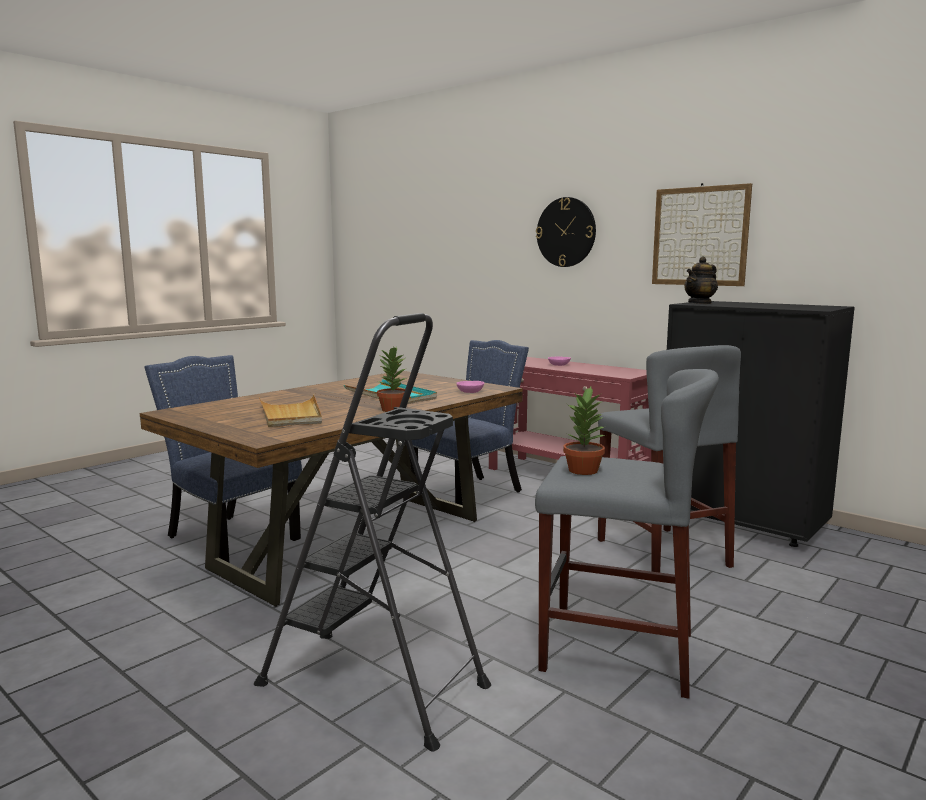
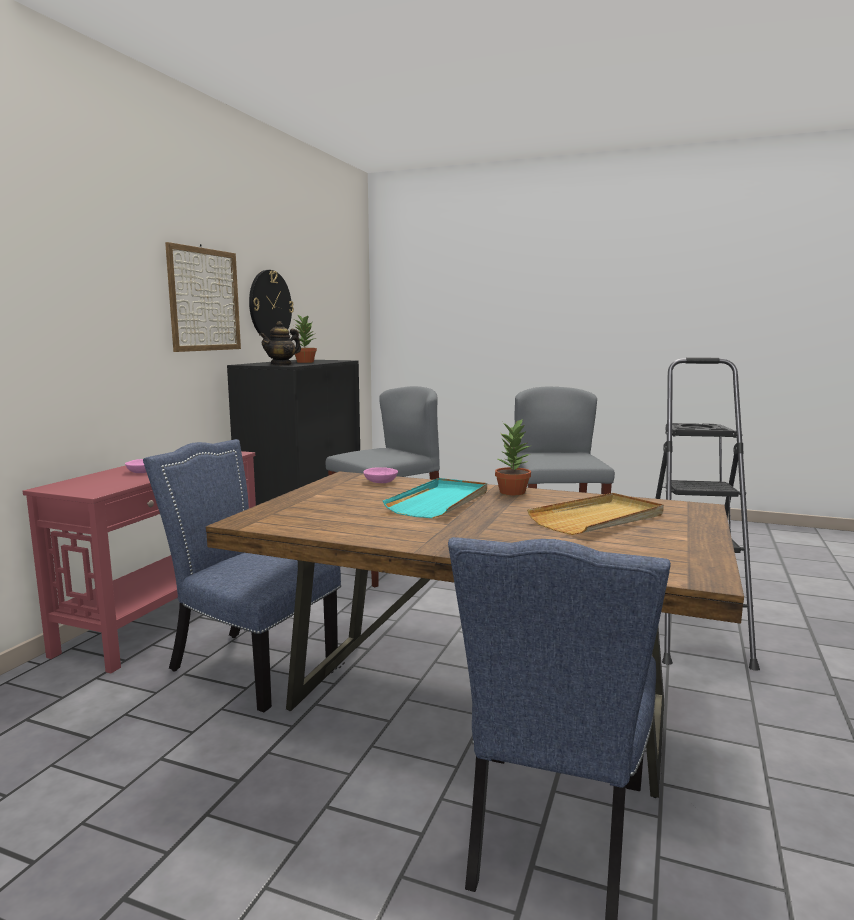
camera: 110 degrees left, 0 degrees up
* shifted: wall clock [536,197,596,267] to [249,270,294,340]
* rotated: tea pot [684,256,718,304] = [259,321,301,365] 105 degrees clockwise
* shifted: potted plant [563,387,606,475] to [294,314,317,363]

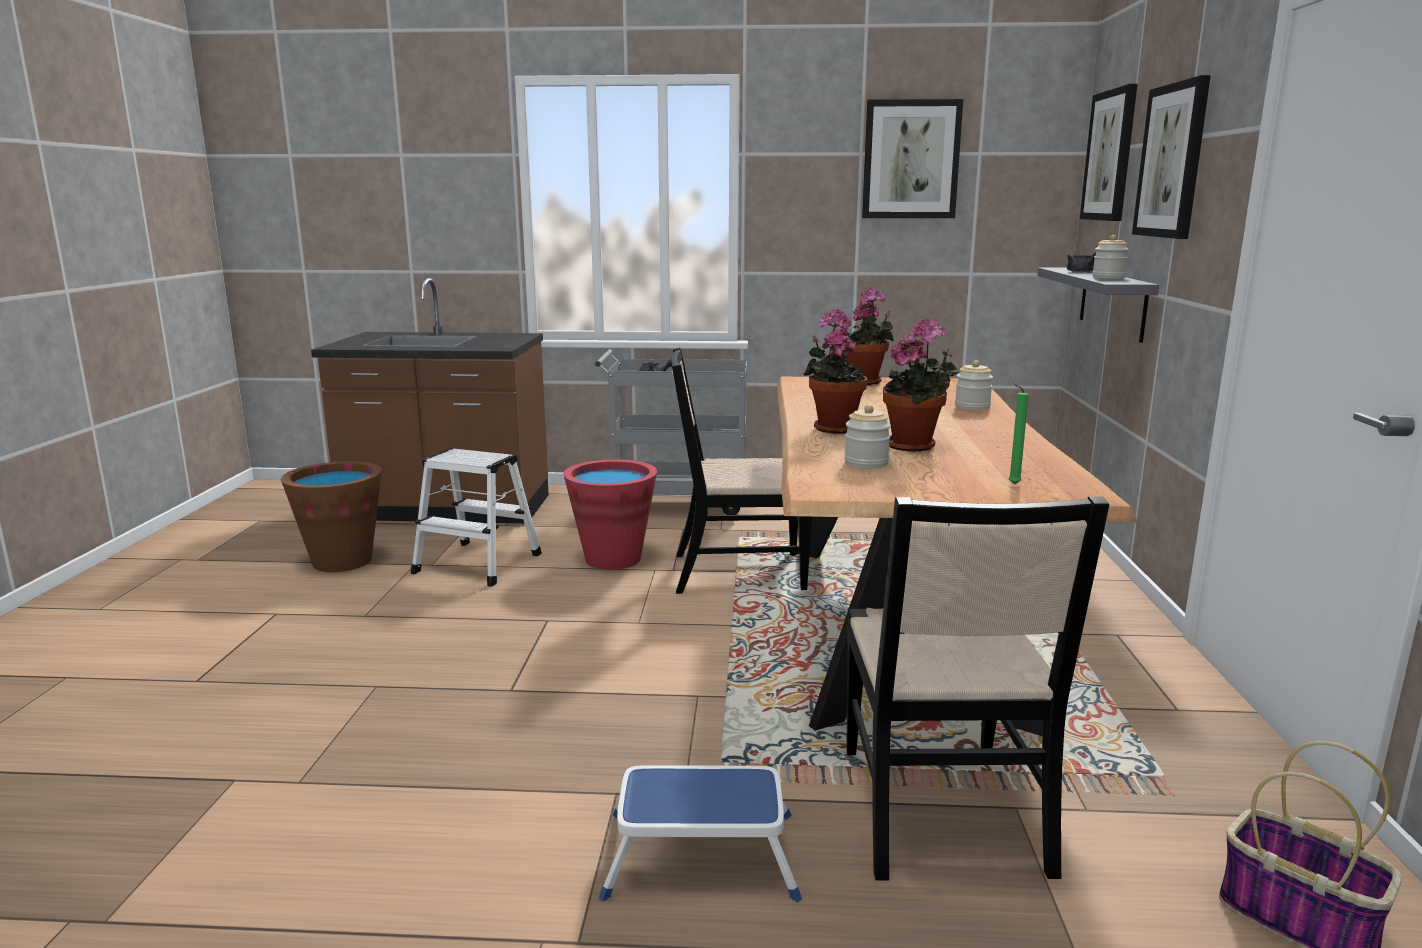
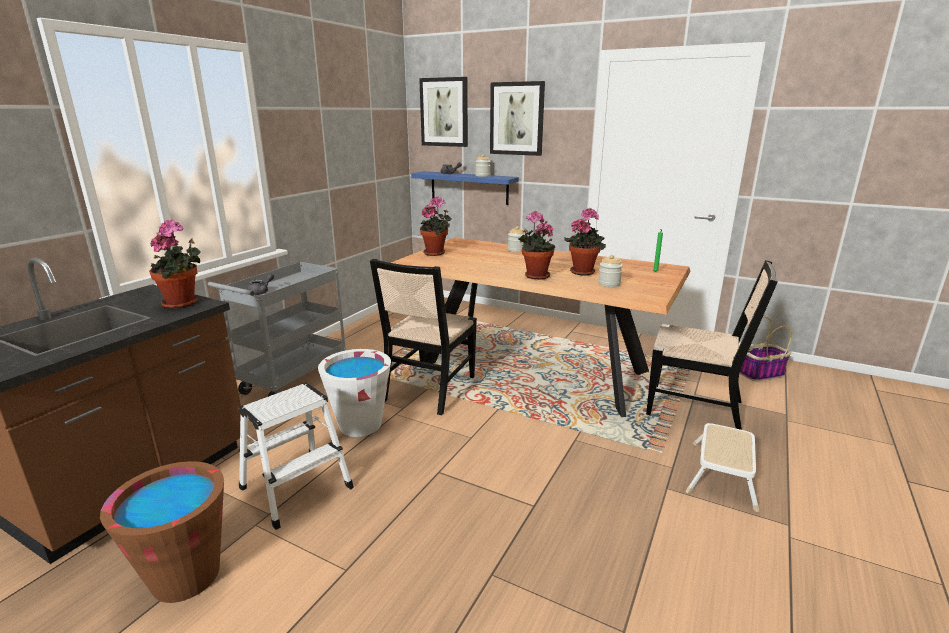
camera: 65 degrees left, 5 degrees up
* gone: picture [862,99,963,218]
* repainted: grey wall shelf [1037,268,1159,343] to bluish wall shelf [411,171,519,205]
* repainted: reddish water bucket [563,459,657,570] to white water bucket [318,349,391,437]
* repainted: bluish step ladder [599,765,802,902] to beige-coloured step ladder [685,423,759,512]
* new: potted plant [149,219,200,309]

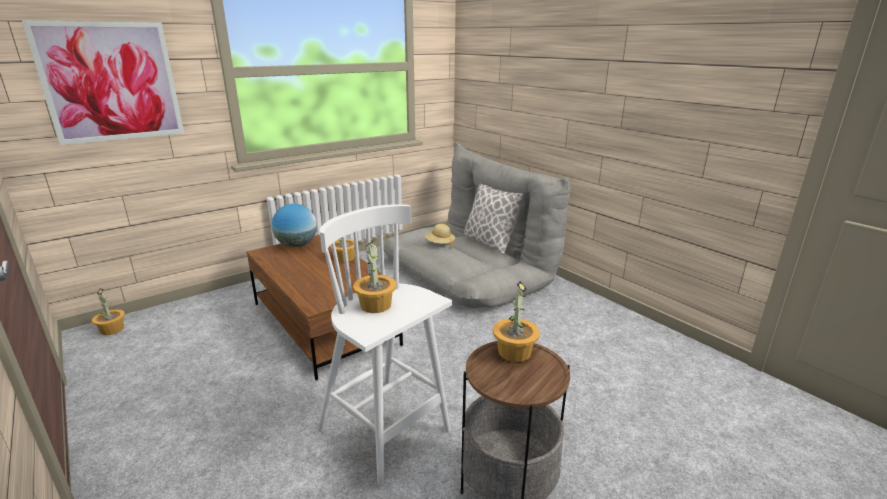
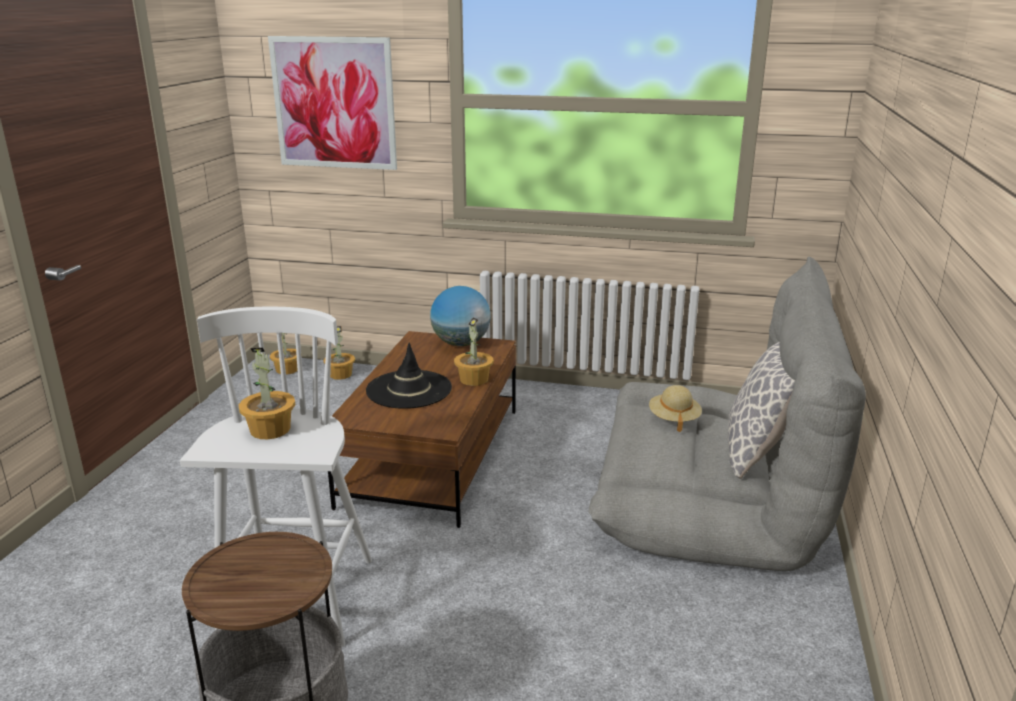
camera: 50 degrees right, 0 degrees up
* shifted: potted plant [493,281,540,362] to [323,326,355,380]
* new: black-coloured clothing hat [366,343,452,409]

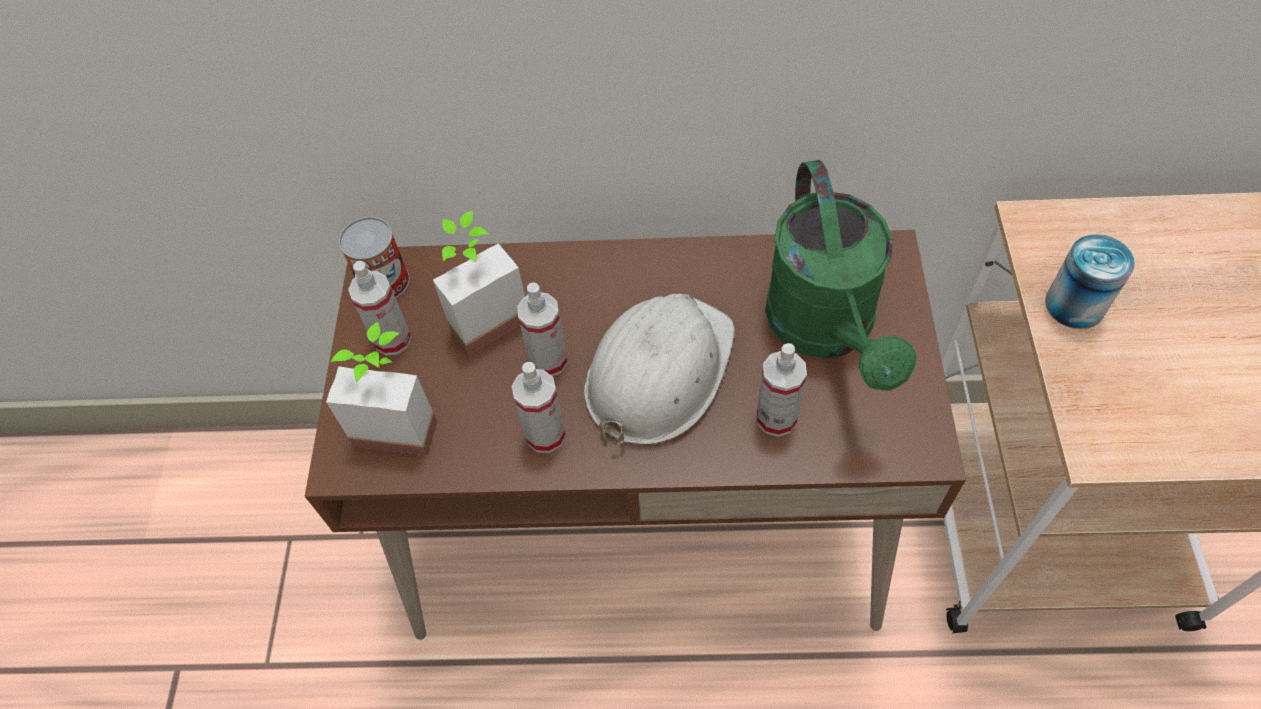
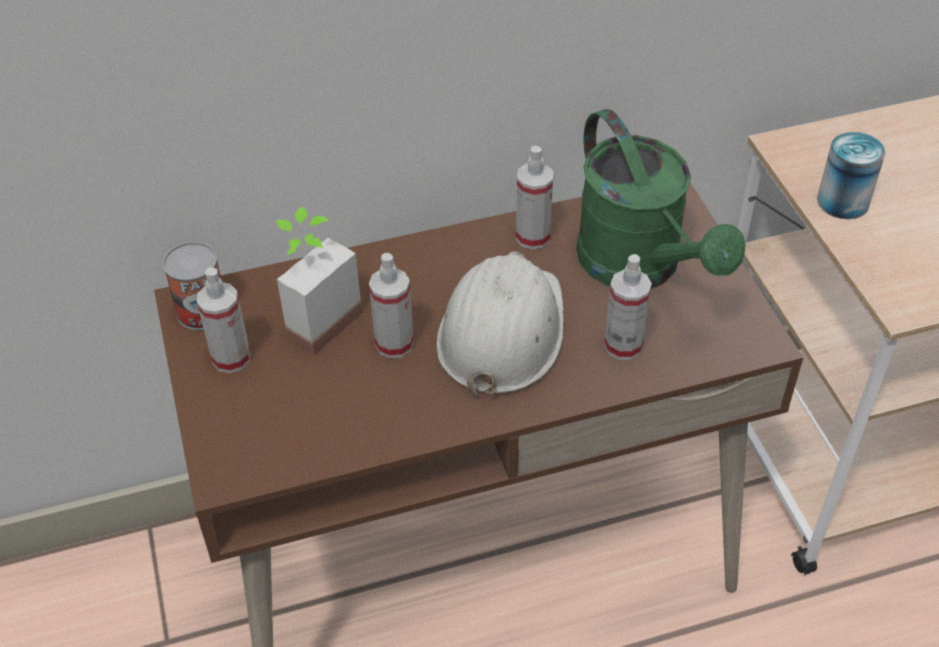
camera: 20 degrees left, 10 degrees down
* gone: potted plant [326,322,437,455]
* shifted: sprayer [512,362,566,453] to [516,146,554,249]

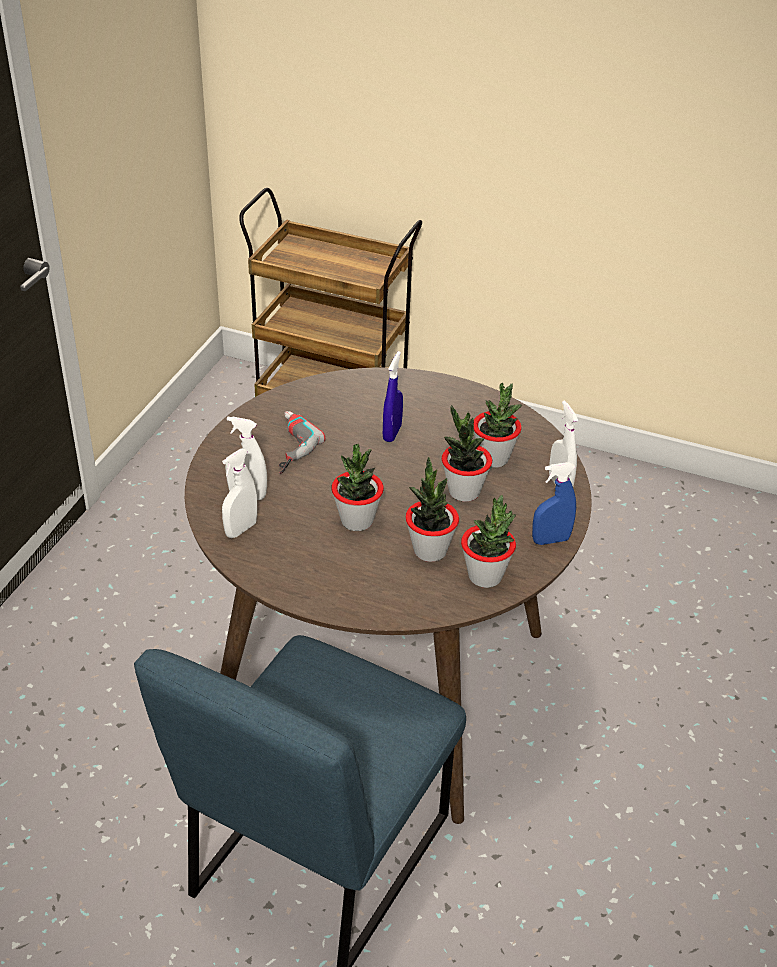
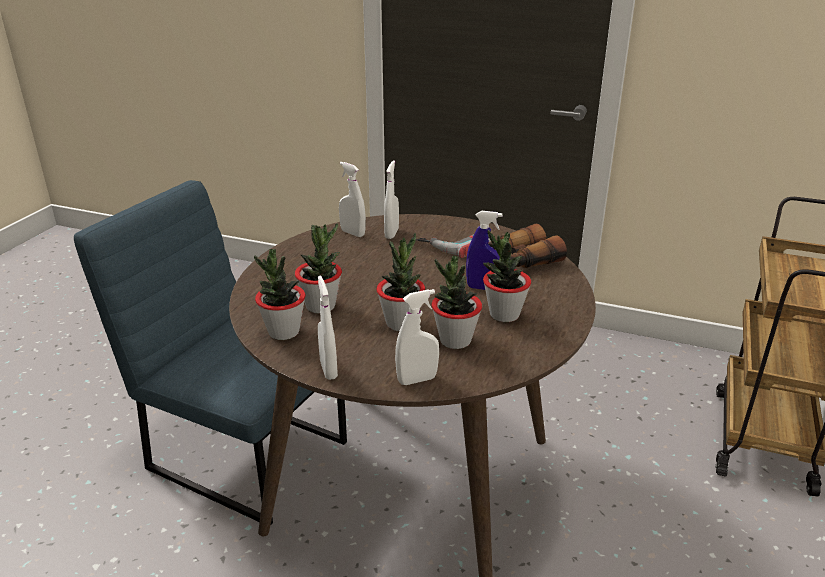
camera: 90 degrees right, 10 degrees down
* shifted: potted plant [331,444,384,531] to [483,230,531,322]
* repainted: bluish sprayer [532,462,576,545] to white sprayer [318,276,338,380]
* new: field glasses [489,224,567,268]

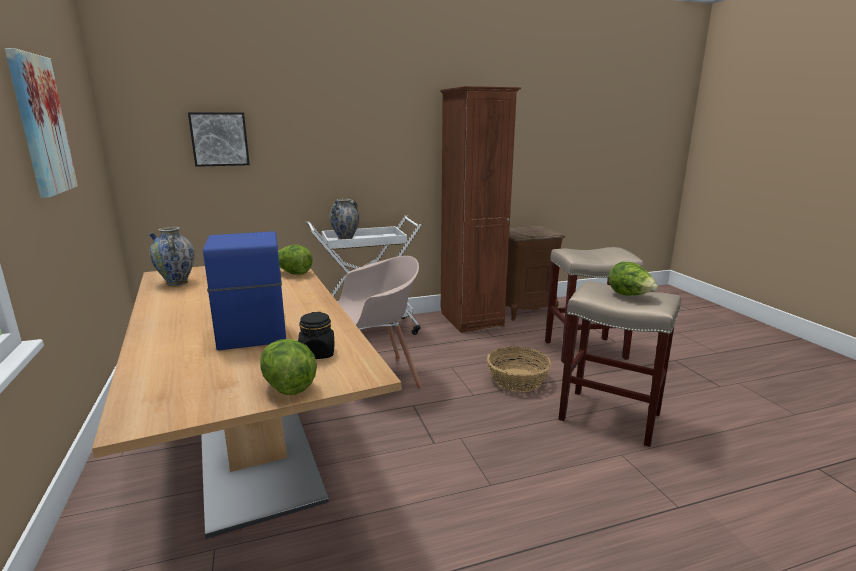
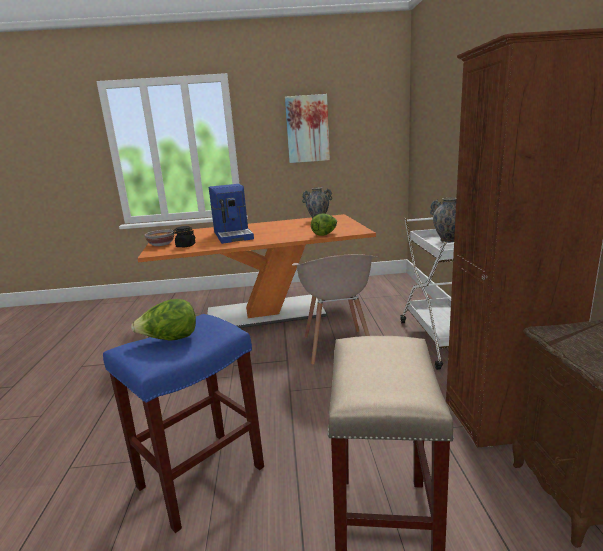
camera: 105 degrees right, 0 degrees up
* gone: picture [188,112,250,167]
* rotated: coffee maker [203,231,286,350] = [209,184,254,244] 75 degrees clockwise
* repainted: beige-coloured dining table [92,266,401,539] to orange-coloured dining table [137,214,376,328]
* repainted: beige-coloured stool [559,281,681,447] to bluish stool [103,314,264,533]
* swapped: lettuce [260,339,317,395] to serving bowl [145,230,174,246]
* gone: storage basket [487,346,551,392]

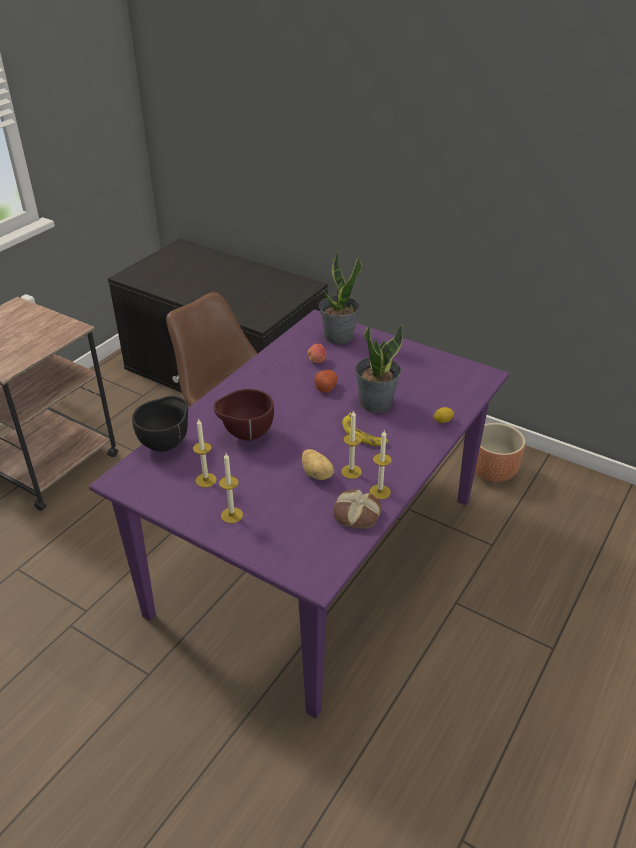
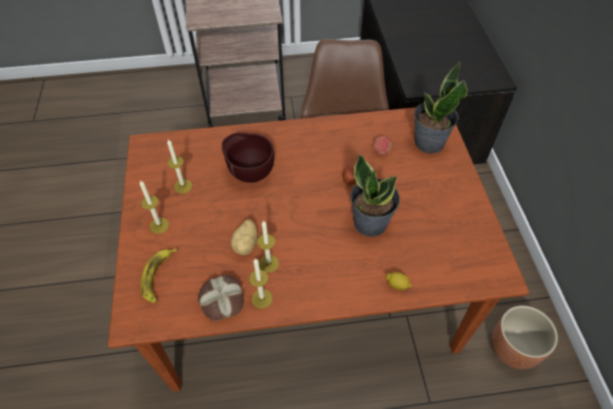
camera: 50 degrees right, 15 degrees up
* repainted: purplish dining table [89,309,509,718] to brown-coloured dining table [108,107,529,392]
* gone: black-coloured serving bowl [132,396,188,452]
* shifted: banana [342,413,388,446] to [141,249,177,303]

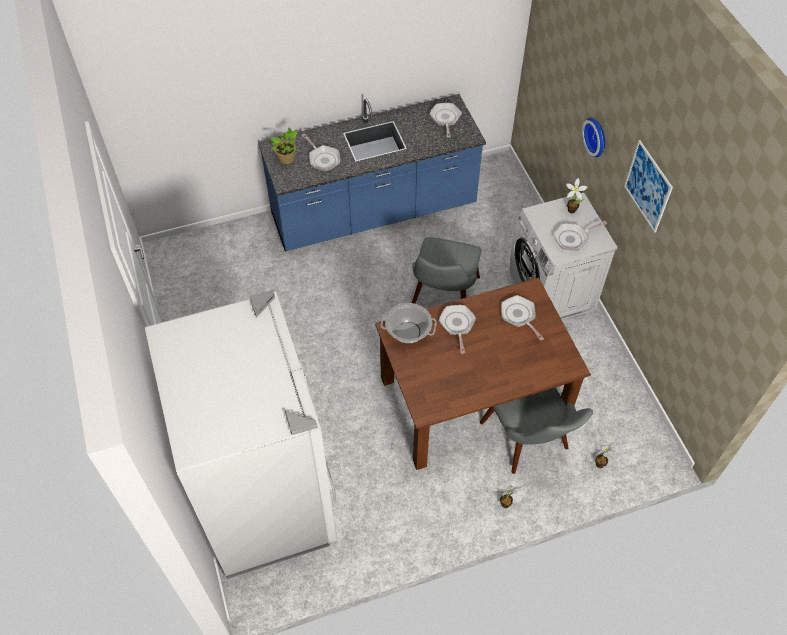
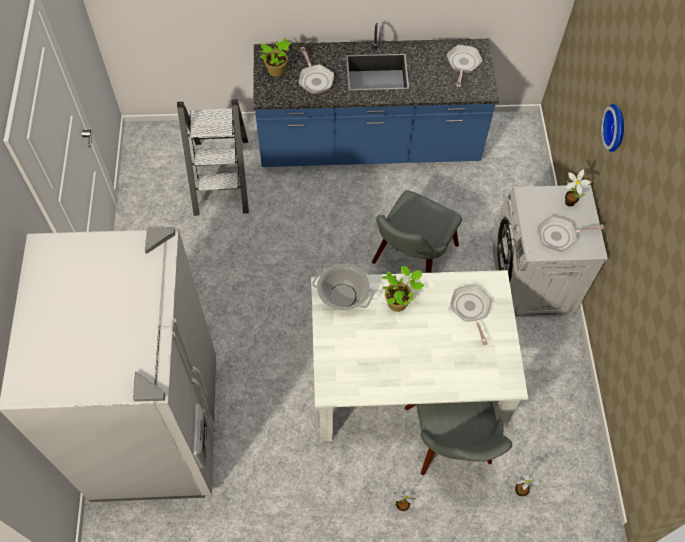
camera: 15 degrees right, 5 degrees up
* gone: picture [624,140,673,233]
* repainted: brown-coloured dining table [375,277,591,470] to white dining table [311,270,528,441]
* swapped: pan [439,305,476,354] to potted plant [382,266,424,312]
* new: grey step ladder [177,100,249,216]

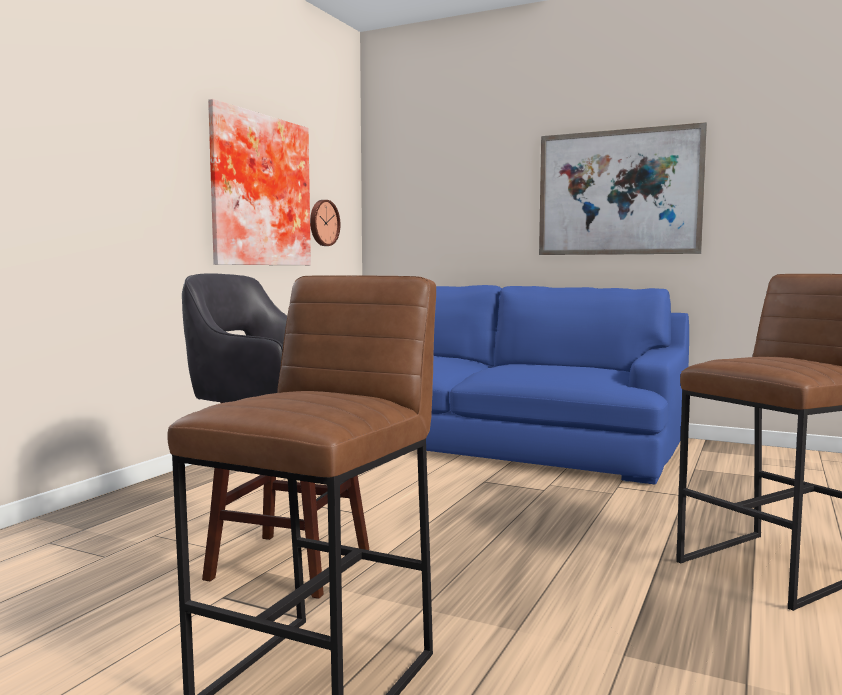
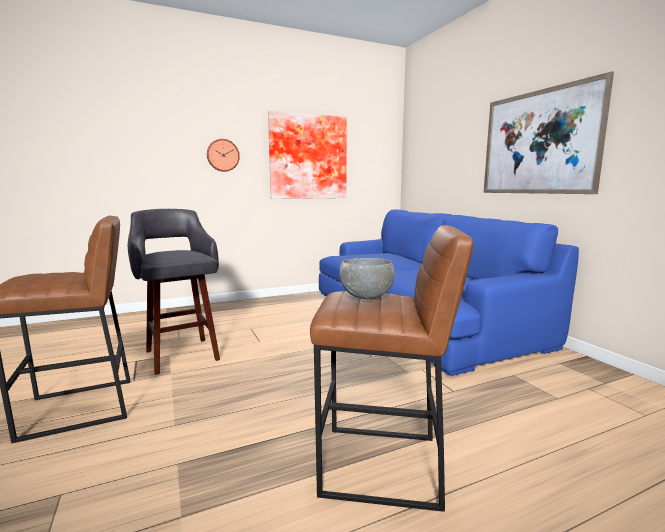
camera: 40 degrees right, 5 degrees up
* shifted: wall clock [310,200,341,246] to [207,139,240,172]
* new: grey serving bowl [340,258,395,300]

